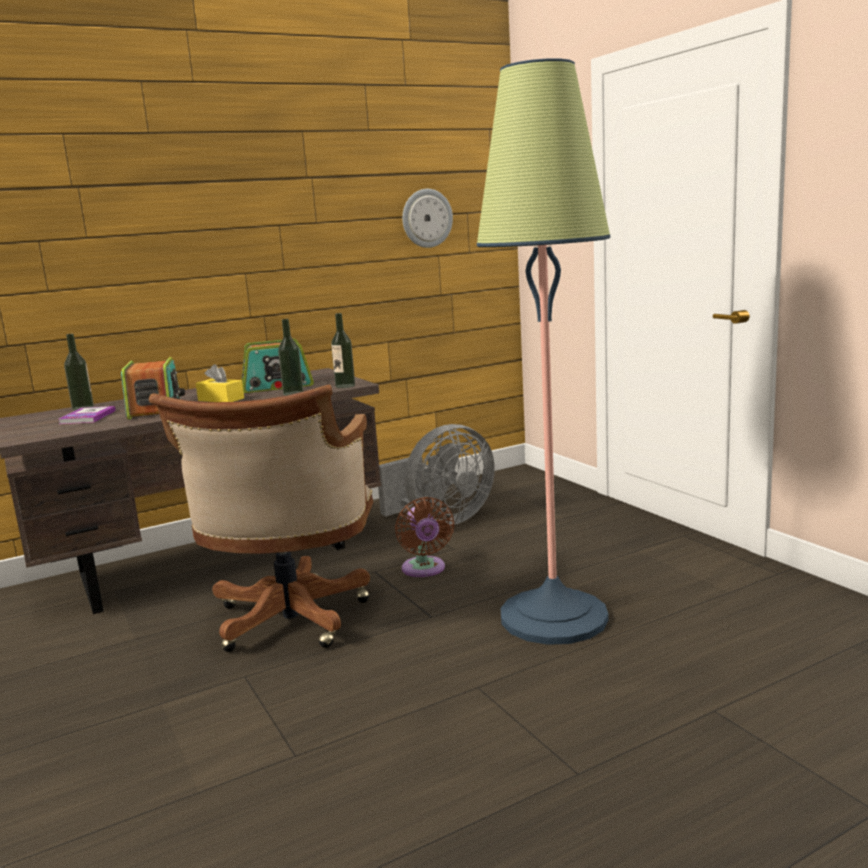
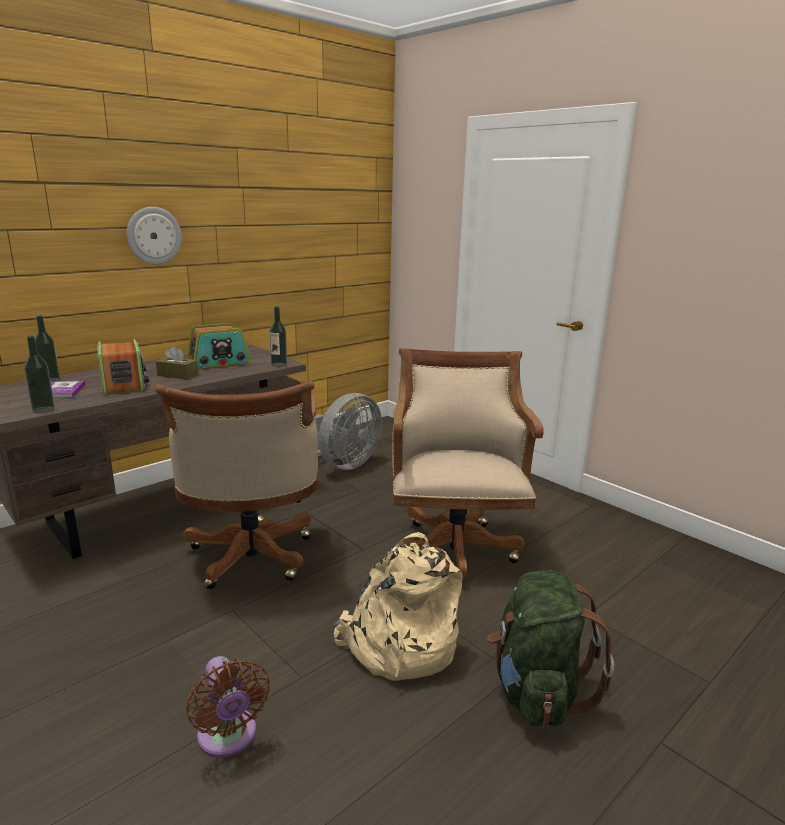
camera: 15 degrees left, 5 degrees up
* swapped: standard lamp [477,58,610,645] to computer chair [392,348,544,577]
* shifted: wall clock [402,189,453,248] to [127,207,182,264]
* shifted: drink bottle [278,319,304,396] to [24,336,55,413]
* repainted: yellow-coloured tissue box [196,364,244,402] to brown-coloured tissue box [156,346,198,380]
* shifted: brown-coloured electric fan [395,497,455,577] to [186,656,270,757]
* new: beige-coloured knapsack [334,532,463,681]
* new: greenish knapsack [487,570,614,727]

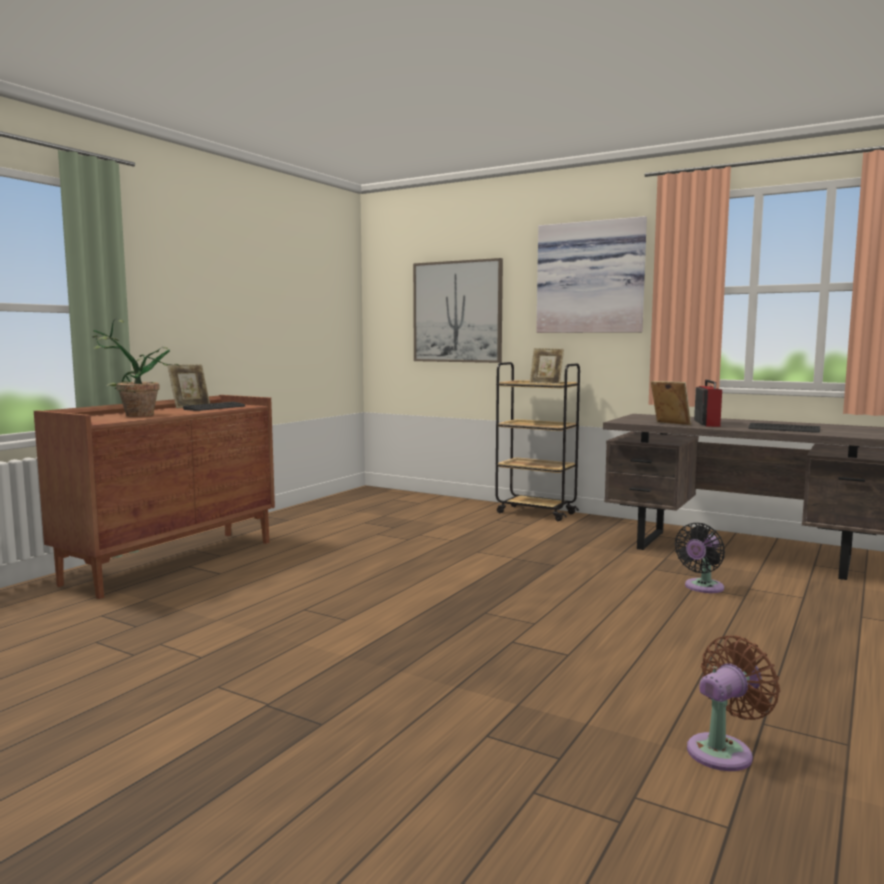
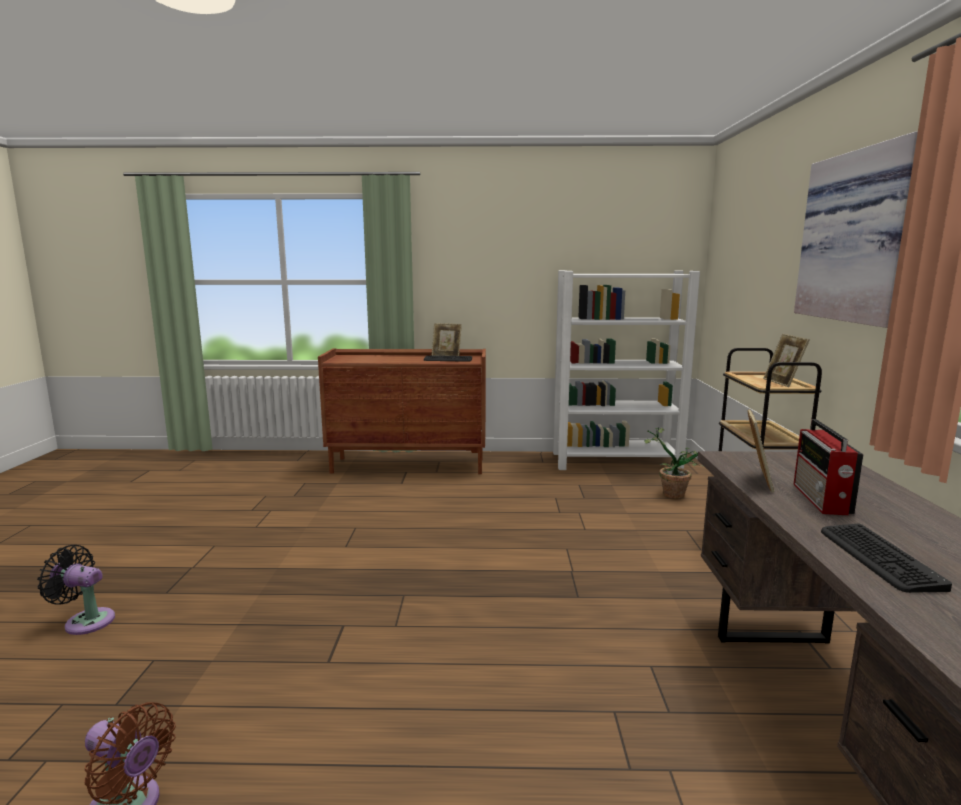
camera: 60 degrees right, 5 degrees up
* gone: picture [413,258,503,363]
* shifted: potted plant [92,319,179,416] to [644,427,703,499]
* rotated: radio receiver [694,379,722,427] = [794,419,863,515] 120 degrees clockwise
* shifted: black-coloured electric fan [675,523,725,593] to [37,545,115,635]
* new: white bookshelf [553,270,700,470]

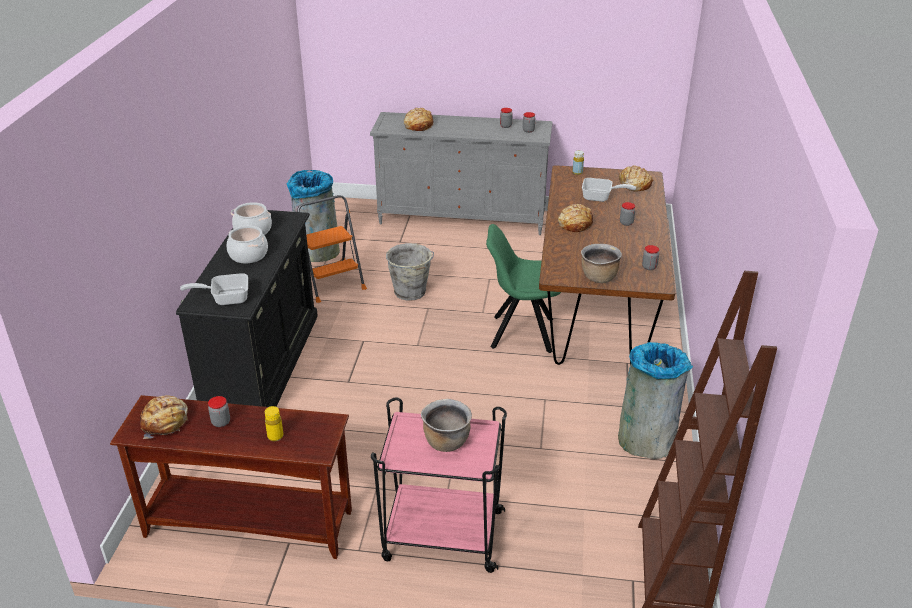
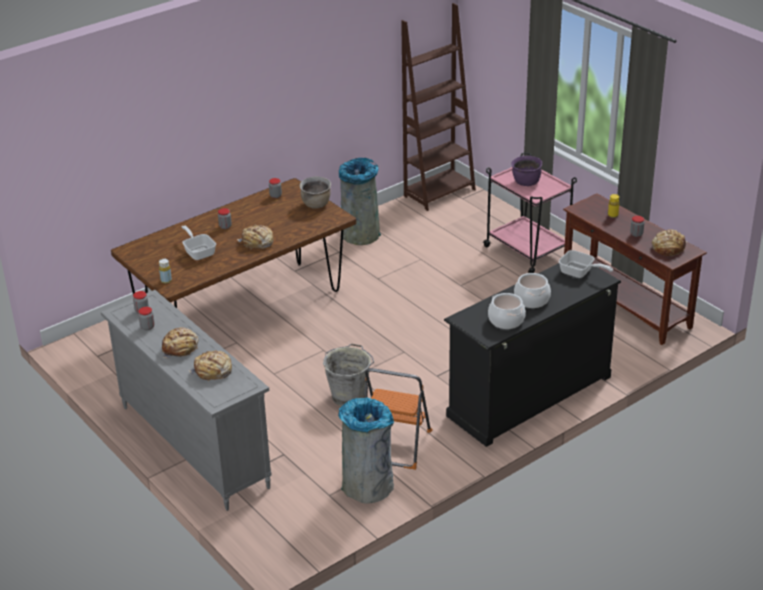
camera: 135 degrees left, 0 degrees up
* shifted: bread [619,165,653,191] to [162,327,199,358]
* gone: greenish plain chair [486,224,561,353]
* repainted: brown-coloured stockpot [421,399,472,452] to purplish stockpot [511,156,542,186]

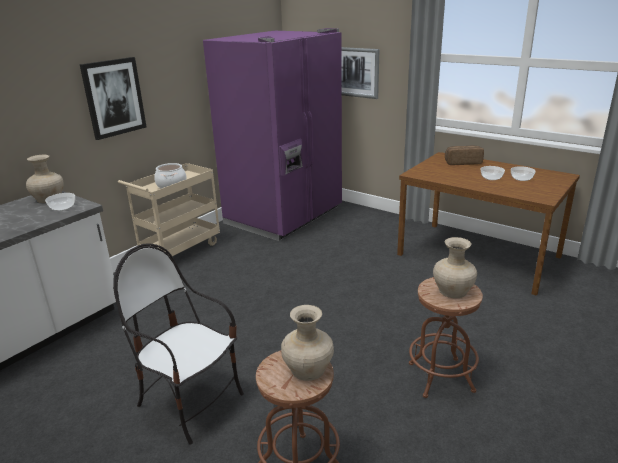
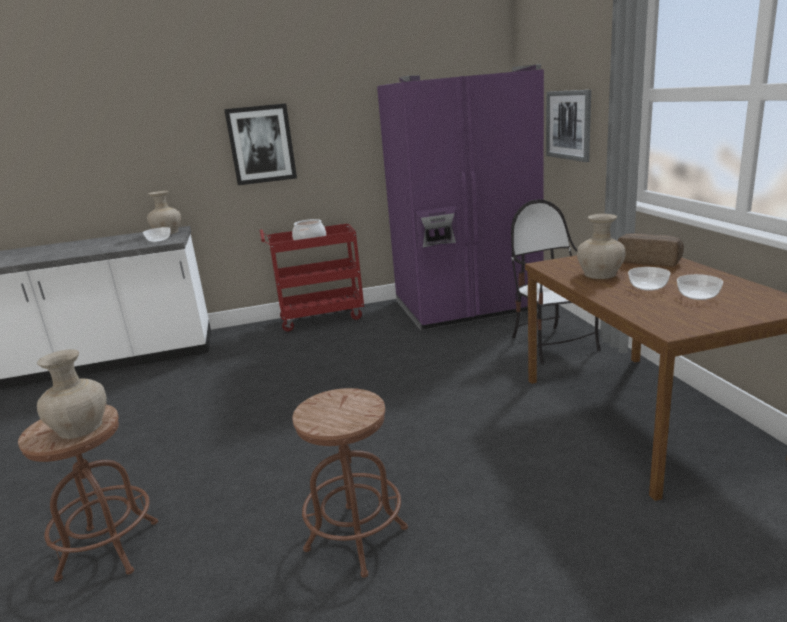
camera: 40 degrees right, 5 degrees down
* repainted: beige-coloured trolley [118,163,220,256] to reddish trolley [260,224,364,331]
* shifted: beige-coloured decorative vase [433,237,477,298] to [577,214,626,279]
* shifted: plain chair [113,243,244,445] to [511,199,601,364]

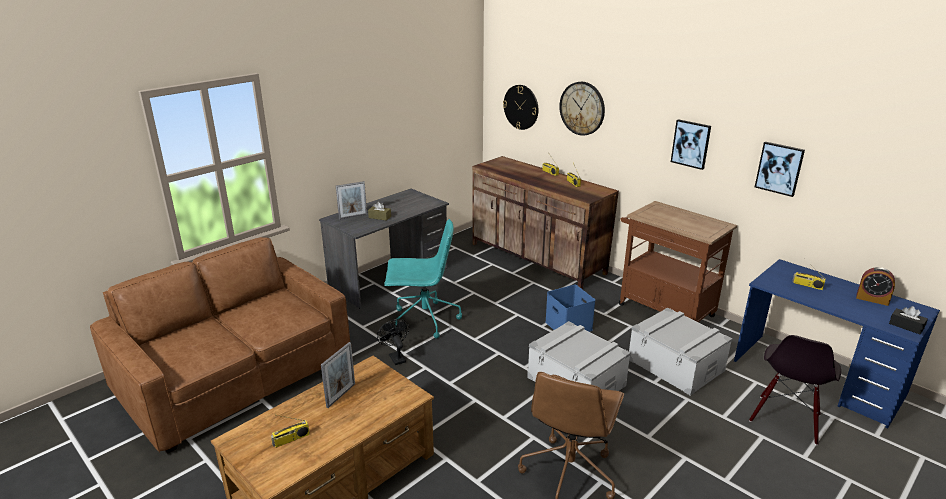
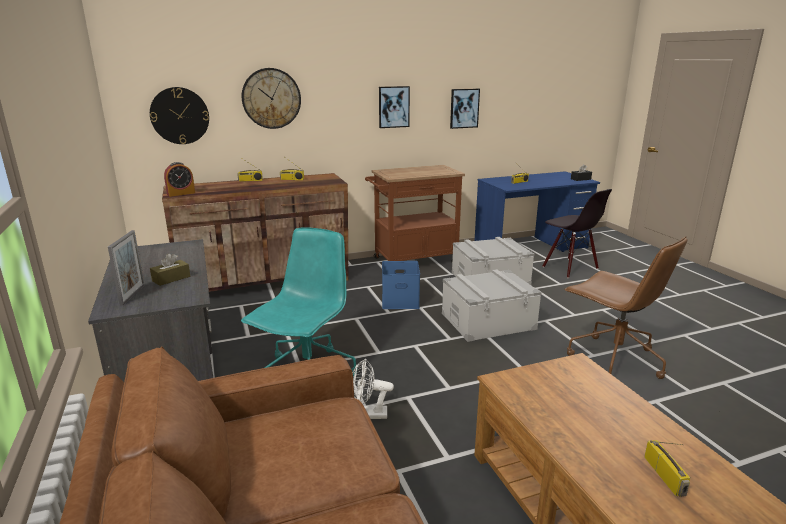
camera: 65 degrees left, 5 degrees down
* shifted: table clock [856,267,895,306] to [164,162,195,197]
* repainted: black-coloured electric fan [377,319,410,365] to white electric fan [353,358,394,419]
* gone: standing frame [321,342,355,408]

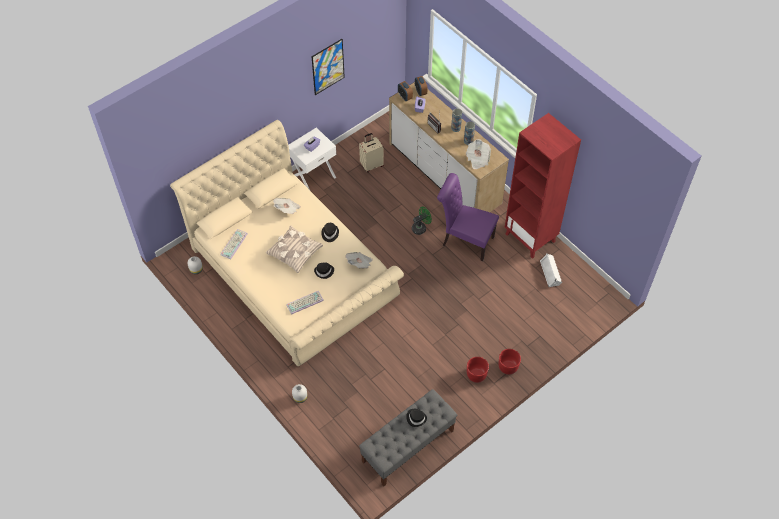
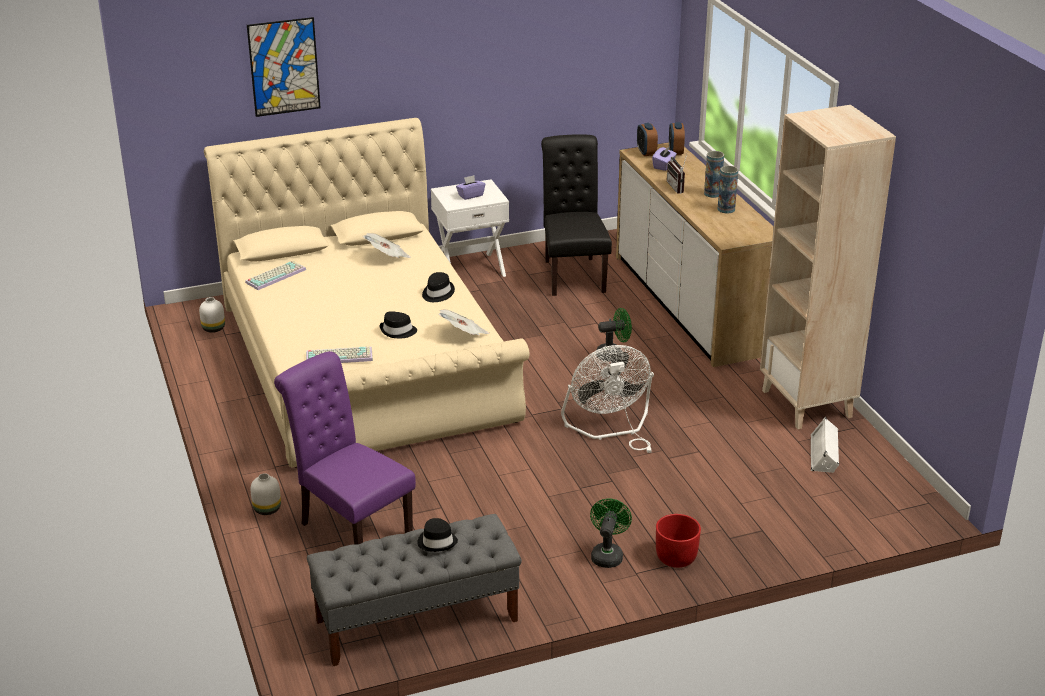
camera: 20 degrees right, 25 degrees down
* shifted: picture [311,39,345,95] to [247,17,321,117]
* repainted: reddish bookshelf [505,113,581,259] to beige-coloured bookshelf [760,105,896,429]
* swapped: beige-coloured piece of luggage [359,133,384,172] to black-coloured plain chair [541,134,612,296]
* gone: newspaper [466,139,491,170]
* shifted: purplish plain chair [437,173,499,262] to [274,351,416,545]
* gone: beige-coloured throw pillow [266,226,323,273]
* swapped: reddish flower pot [467,357,489,383] to greenish electric fan [590,498,632,568]
* new: white electric fan [561,345,654,453]

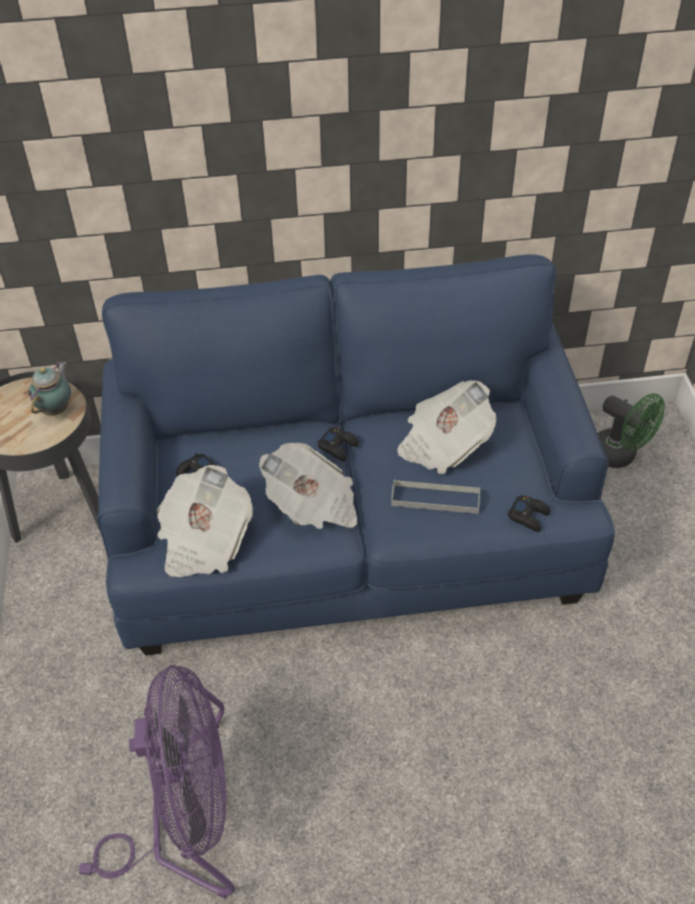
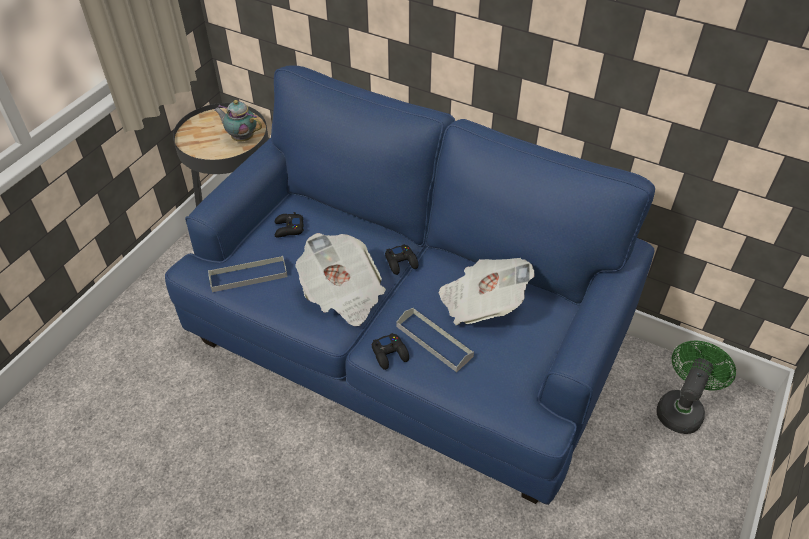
camera: 35 degrees right, 0 degrees up
* rotated: tea pot [28,362,71,416] = [214,100,262,141] 120 degrees counterclockwise
* rotated: greenish electric fan [598,393,665,468] = [656,341,736,434] 135 degrees counterclockwise
* swapped: newspaper [157,465,253,577] to grey carrying tray [208,256,288,292]
* shifted: black-coloured gamepad [508,496,551,532] to [372,333,409,370]
* gone: purplish electric fan [76,665,235,898]

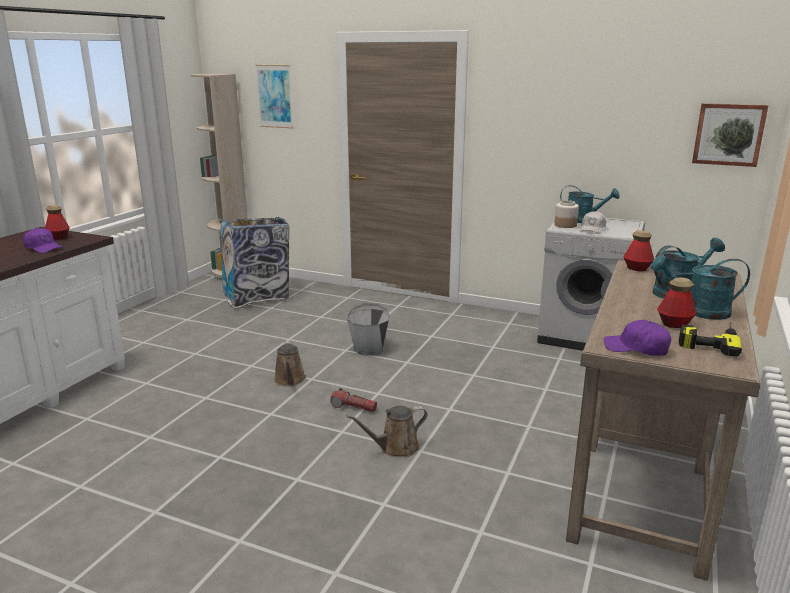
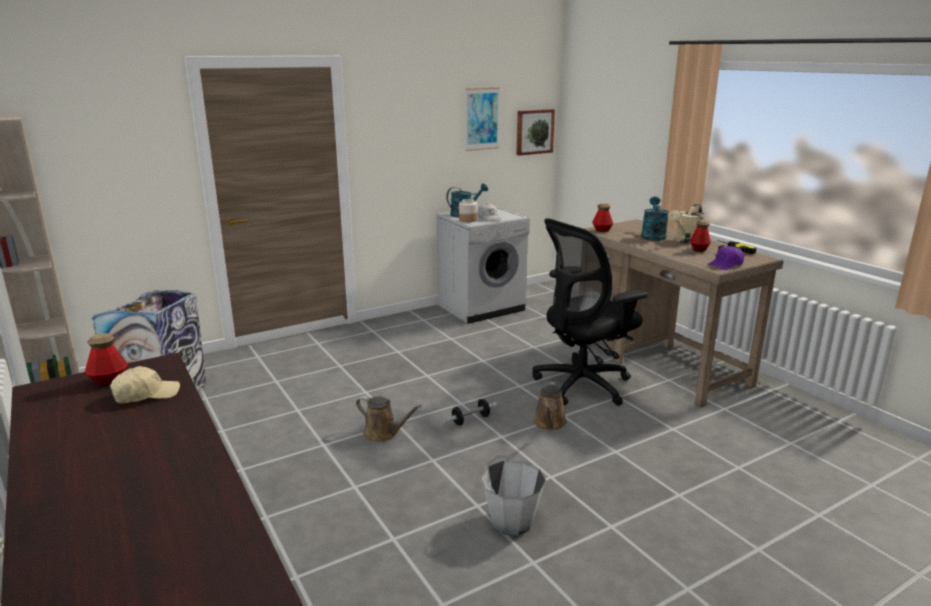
camera: 55 degrees left, 0 degrees up
* shifted: picture [255,65,293,129] to [466,87,500,151]
* repainted: purplish cap [23,228,63,253] to beige-coloured cap [110,366,180,403]
* repainted: blue-green watering pot [651,254,750,320] to beige-coloured watering pot [669,204,704,244]
* shifted: grey water bucket [347,303,390,356] to [481,455,546,536]
* swapped: hand torch [330,388,377,412] to hand weight [444,399,497,426]
* new: black-coloured computer chair [532,218,648,406]

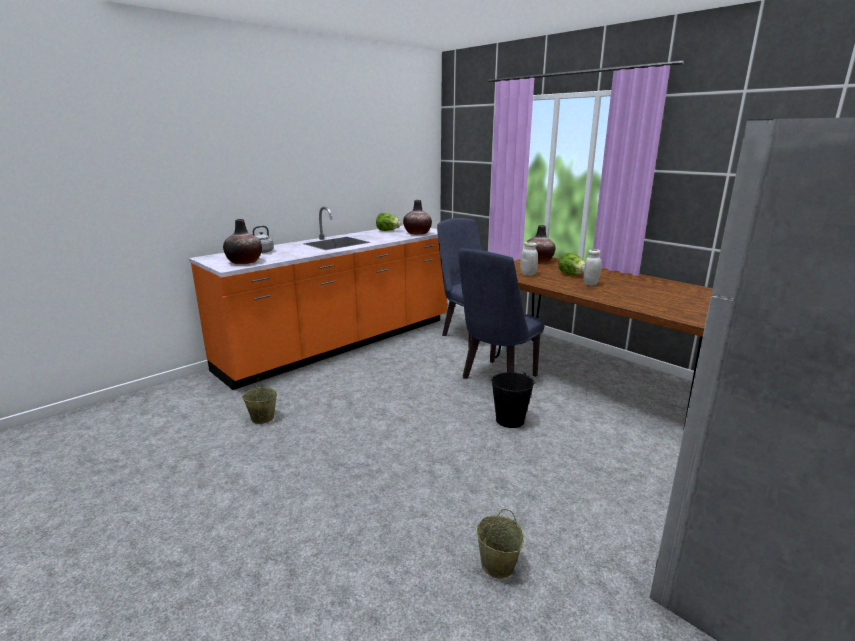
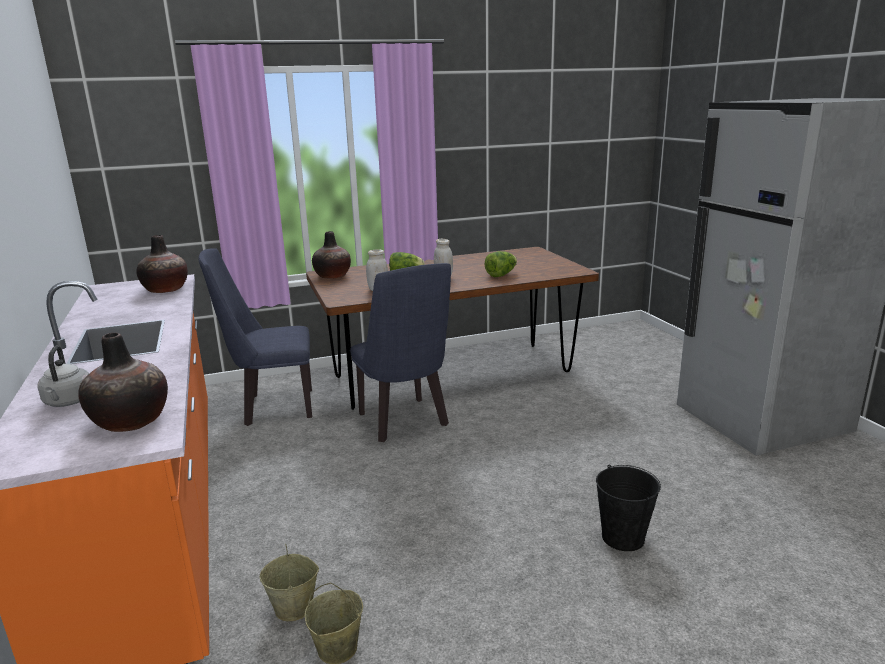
camera: 65 degrees left, 0 degrees up
* shifted: lettuce [376,213,401,231] to [484,251,517,277]
* shifted: black-coloured water bucket [492,372,535,428] to [596,465,661,551]
* shifted: beige-coloured water bucket [476,509,524,579] to [260,544,319,621]

